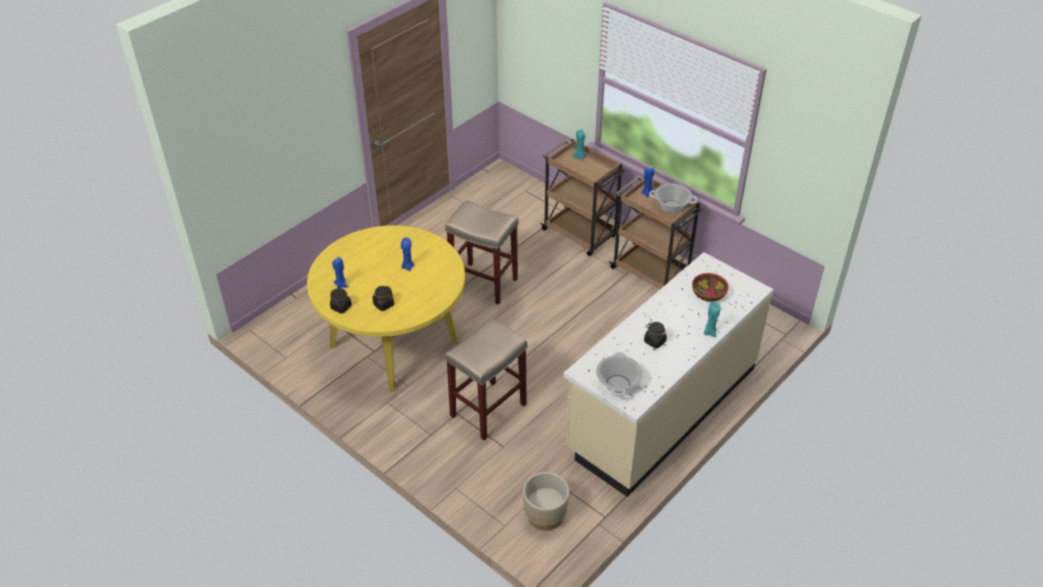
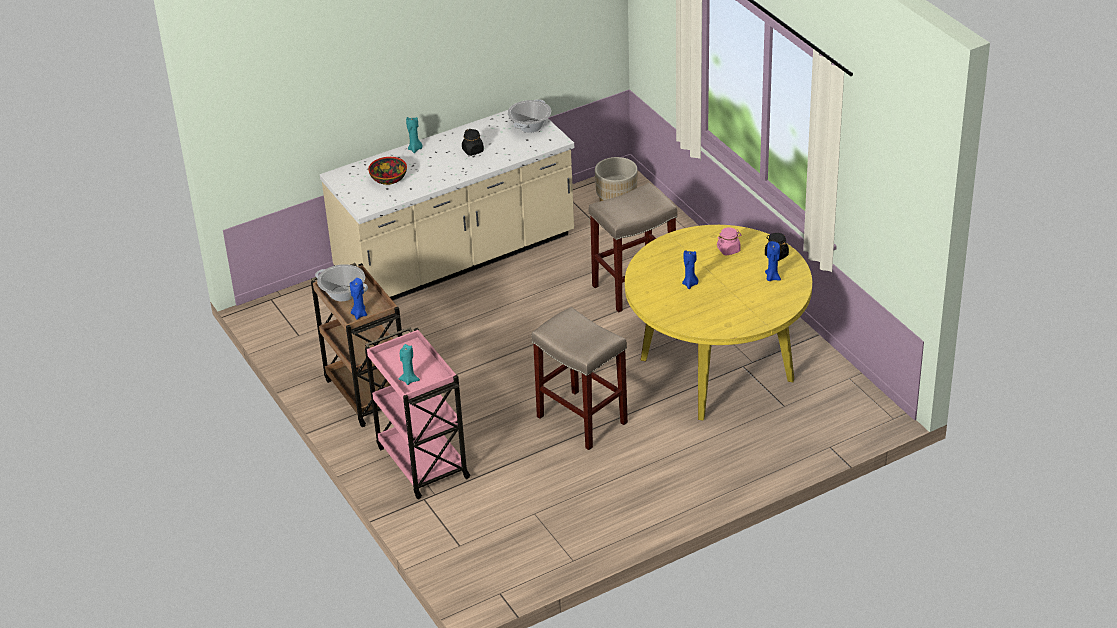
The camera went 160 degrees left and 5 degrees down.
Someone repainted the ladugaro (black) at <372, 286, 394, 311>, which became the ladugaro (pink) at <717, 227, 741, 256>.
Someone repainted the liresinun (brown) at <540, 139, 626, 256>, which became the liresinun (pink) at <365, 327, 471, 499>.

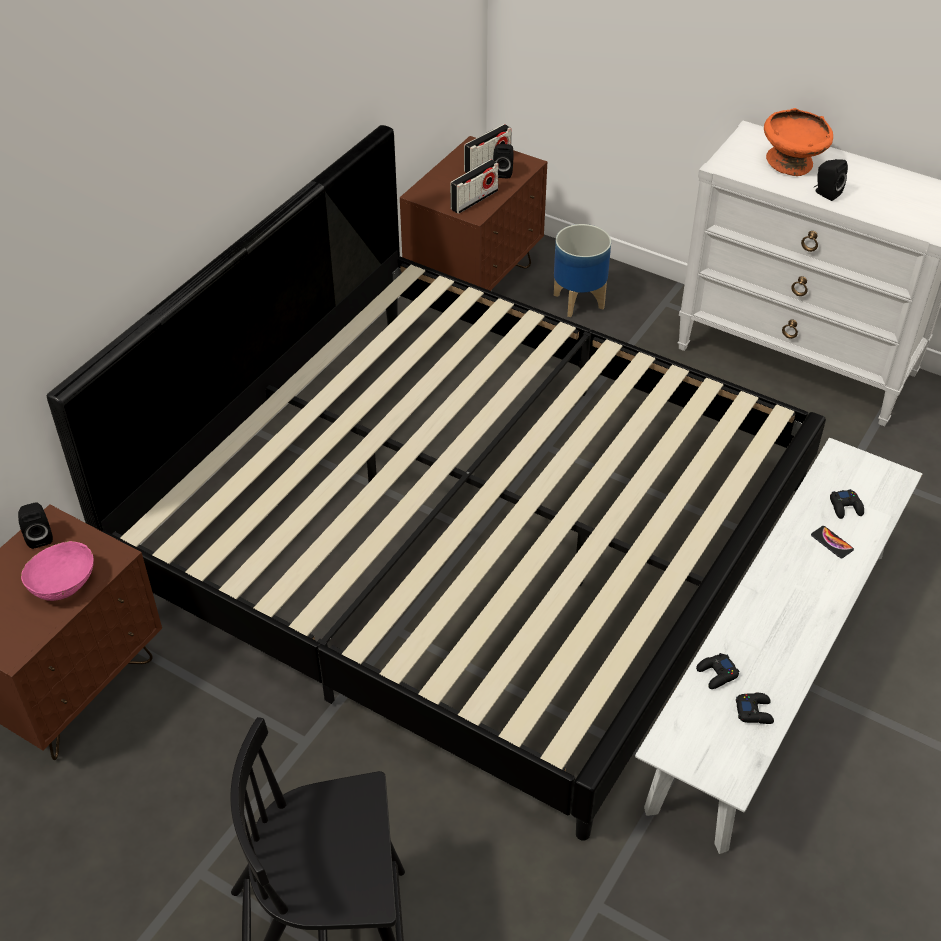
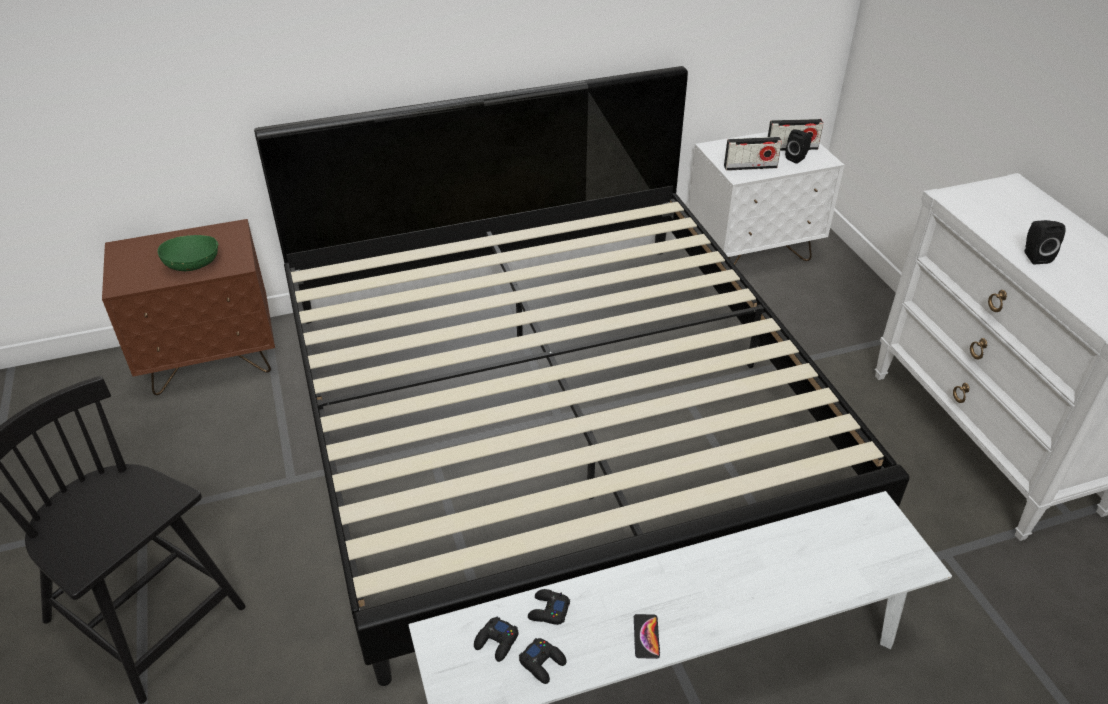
The camera went 40 degrees right and 5 degrees down.
Someone took away the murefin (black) at <18, 502, 53, 549>.
Someone repainted the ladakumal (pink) at <21, 541, 94, 601>, which became the ladakumal (green) at <158, 235, 219, 271>.
Someone repainted the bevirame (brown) at <400, 136, 547, 291>, which became the bevirame (white) at <688, 132, 844, 265>.
Someone took away the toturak at <554, 224, 611, 317>.
Someone took away the ladakumal (orange) at <764, 108, 833, 176>.
Someone carried the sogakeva from <811, 526, 854, 558> to <634, 614, 660, 659>.
Someone carried the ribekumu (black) from <830, 489, 864, 519> to <474, 616, 519, 662>.

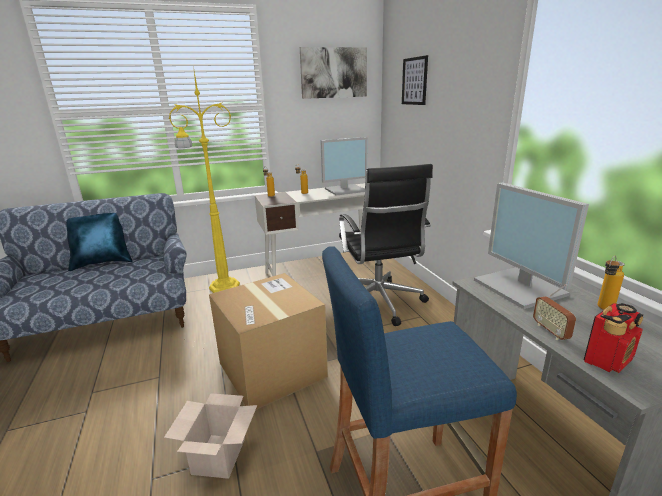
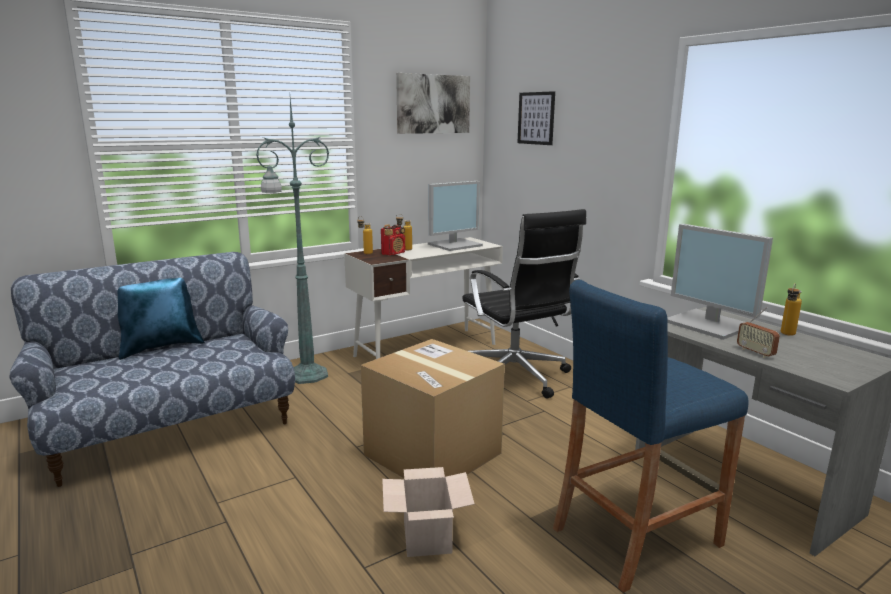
The camera went 15 degrees left and 5 degrees down.
Someone repainted the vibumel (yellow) at <169, 66, 240, 293>, which became the vibumel (green) at <256, 98, 329, 384>.
Someone carried the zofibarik from <584, 303, 643, 373> to <381, 224, 405, 255>.

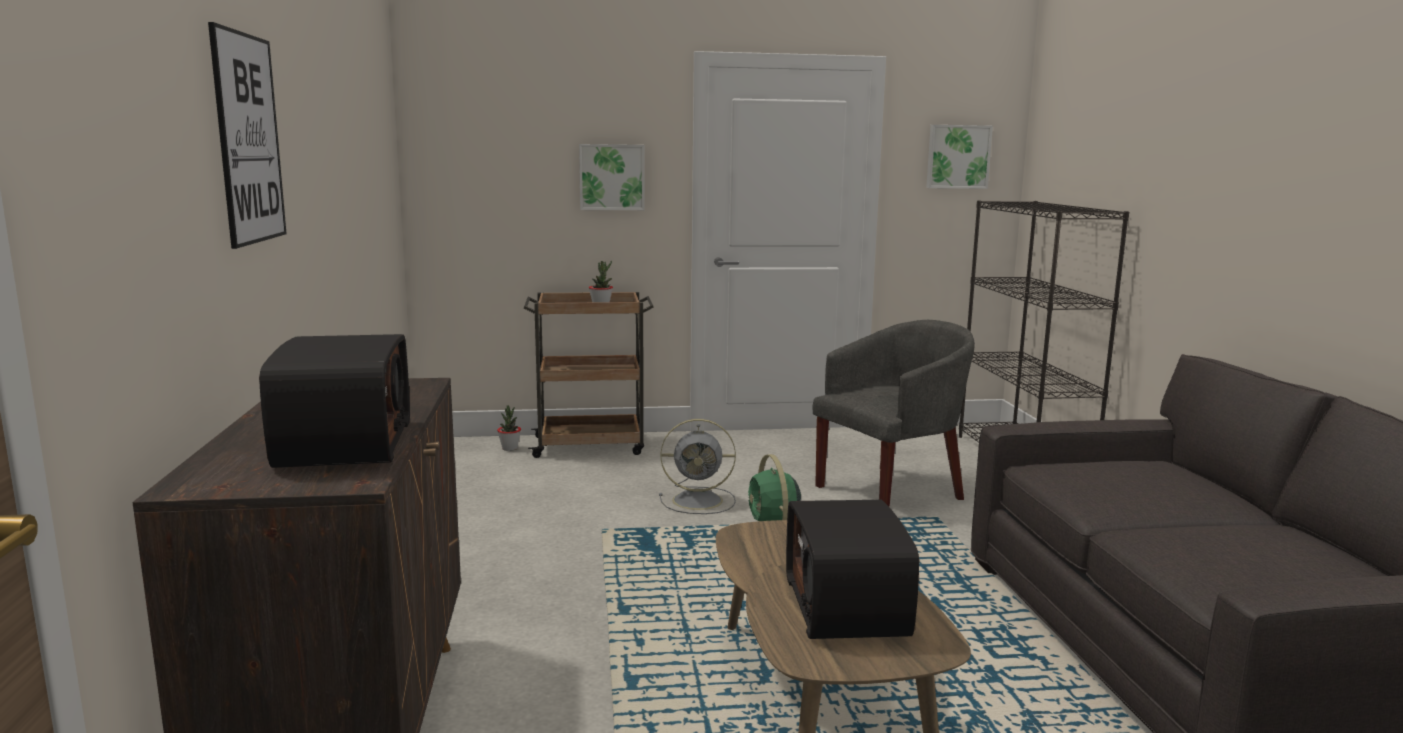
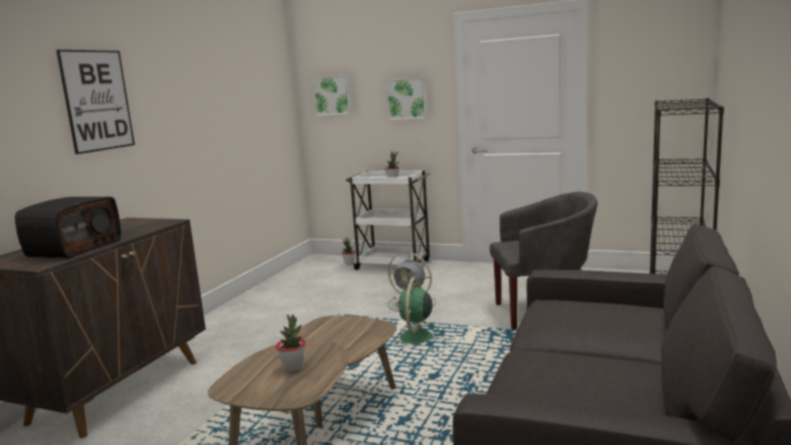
The camera went 30 degrees right and 0 degrees up.
Someone repainted the liresinun (brown) at <524, 292, 654, 458>, which became the liresinun (white) at <346, 170, 430, 270>.
Someone swapped the zofibarik at <786, 500, 920, 639> for the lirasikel at <276, 314, 305, 371>.
Someone carried the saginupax from <926, 125, 993, 189> to <312, 74, 352, 116>.

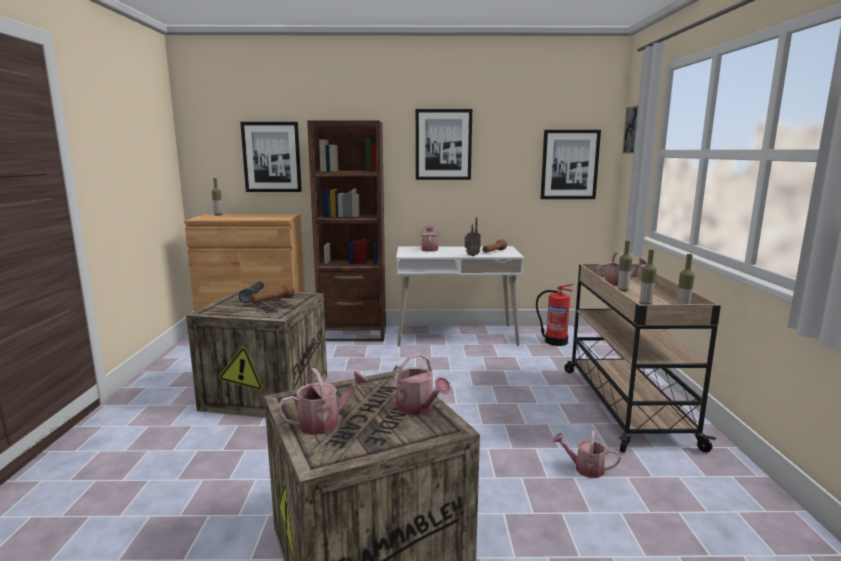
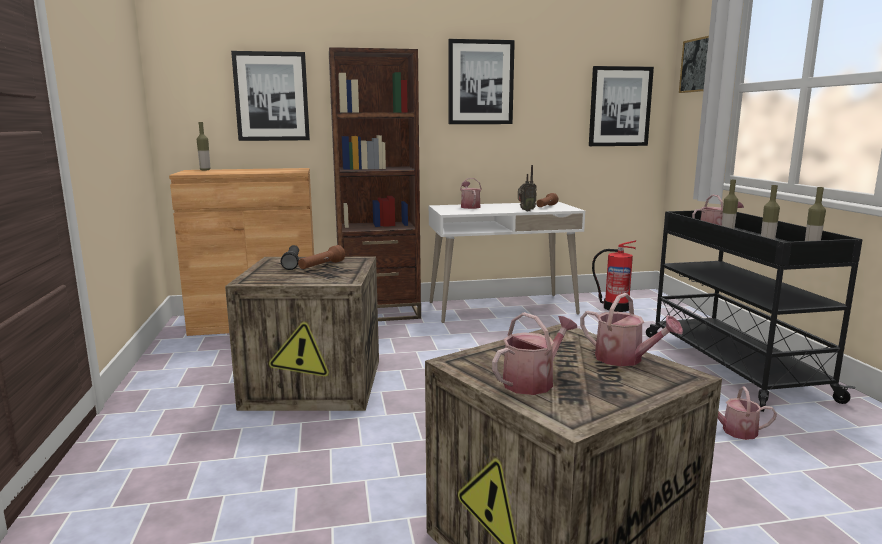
The camera went 10 degrees left and 0 degrees up.
Someone repainted the liresinun (beige) at <564, 264, 721, 453>, which became the liresinun (black) at <646, 211, 862, 412>.

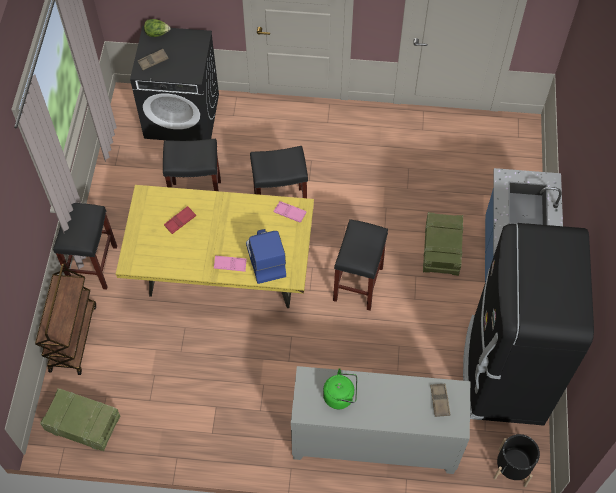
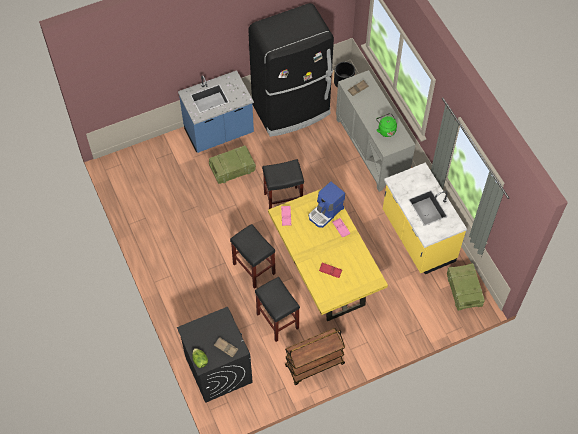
The camera went 120 degrees left and 0 degrees up.
Someone carried the liresinun (brown) from <35, 263, 96, 375> to <285, 328, 345, 385>.
Someone took away the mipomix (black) at <53, 203, 117, 290>.
Someone put down the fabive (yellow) at <383, 162, 467, 274>.

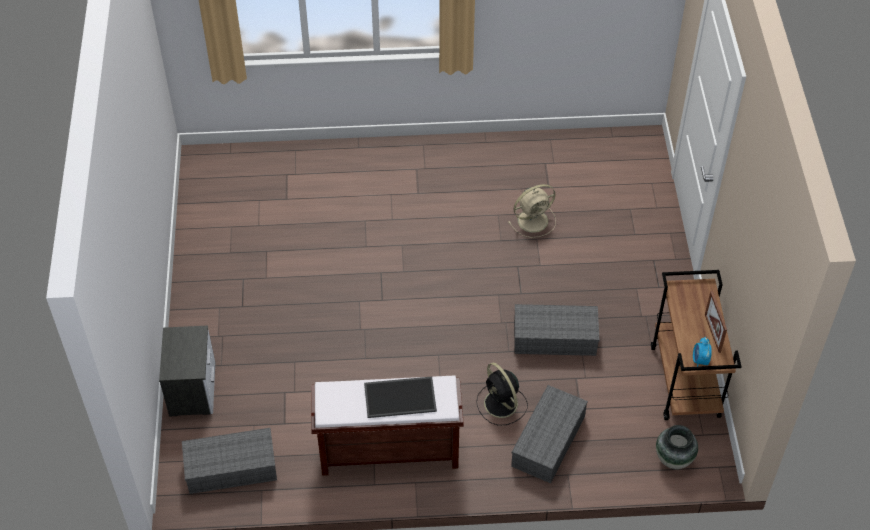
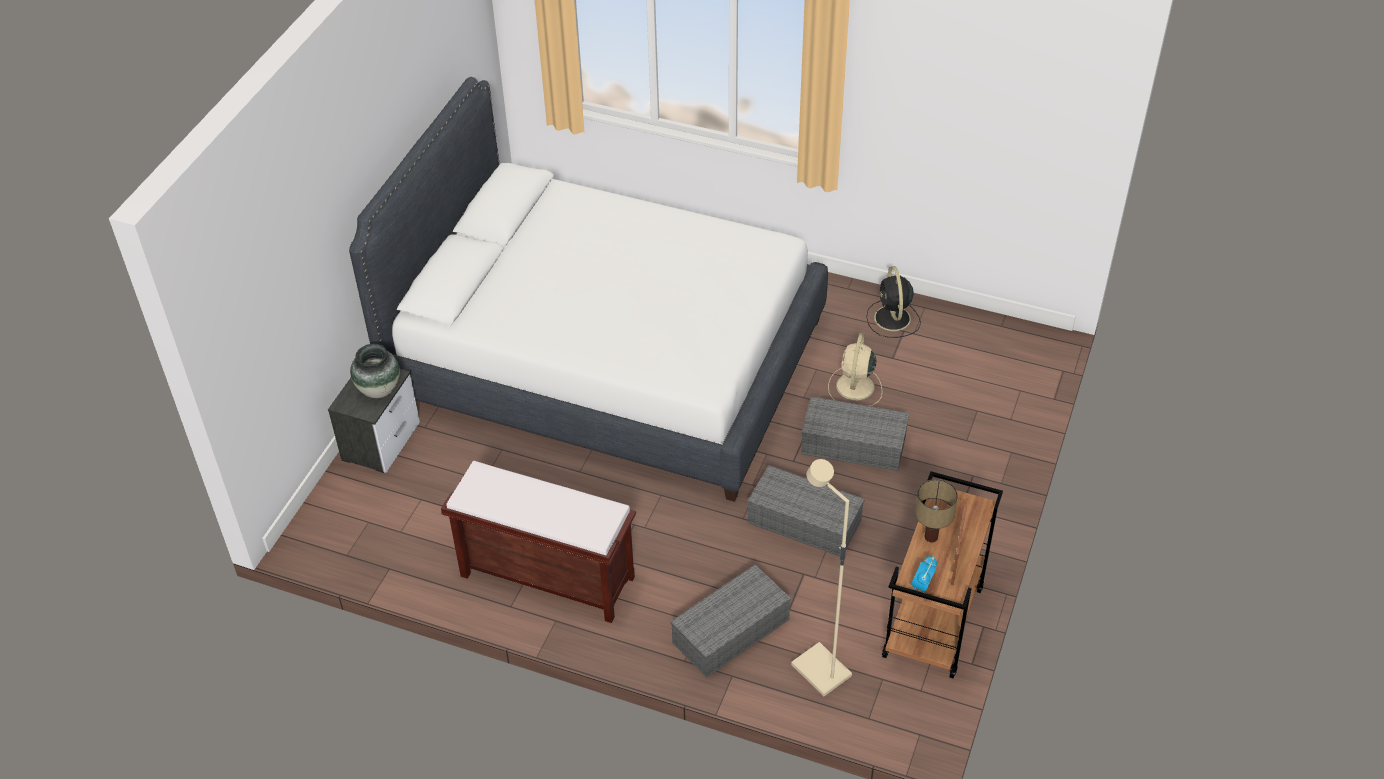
The camera went 25 degrees right and 5 degrees down.
Someone carried the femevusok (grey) from <182, 428, 277, 494> to <801, 396, 909, 471>.
Someone took away the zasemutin at <364, 377, 437, 418>.
Someone carried the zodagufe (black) from <476, 363, 528, 426> to <866, 266, 921, 338>.
Someone rotated the zodagufe (beige) at <508, 184, 556, 238> by 105 degrees clockwise.
Someone carried the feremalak from <656, 425, 698, 469> to <350, 344, 400, 398>.
Someone put down the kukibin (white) at <349, 77, 828, 502>.
Someone put down the vibumel (beige) at <791, 459, 852, 696>.
Someone put down the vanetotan at <915, 479, 958, 542>.

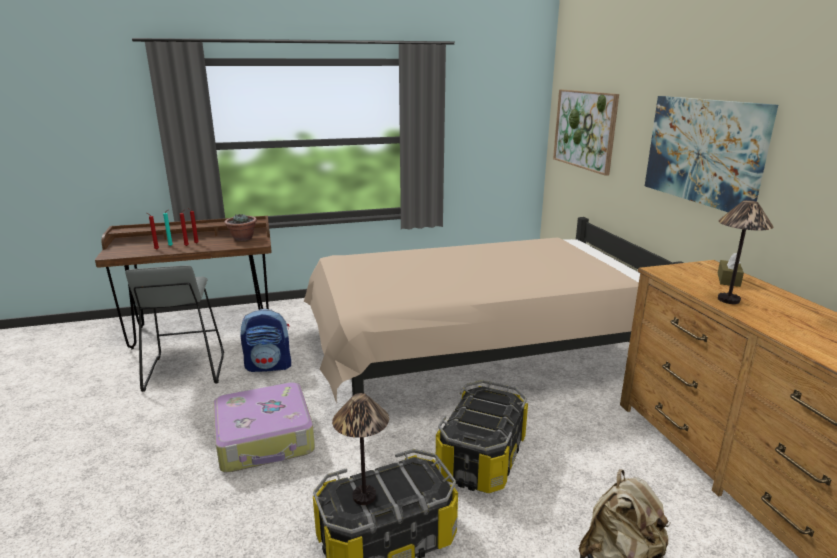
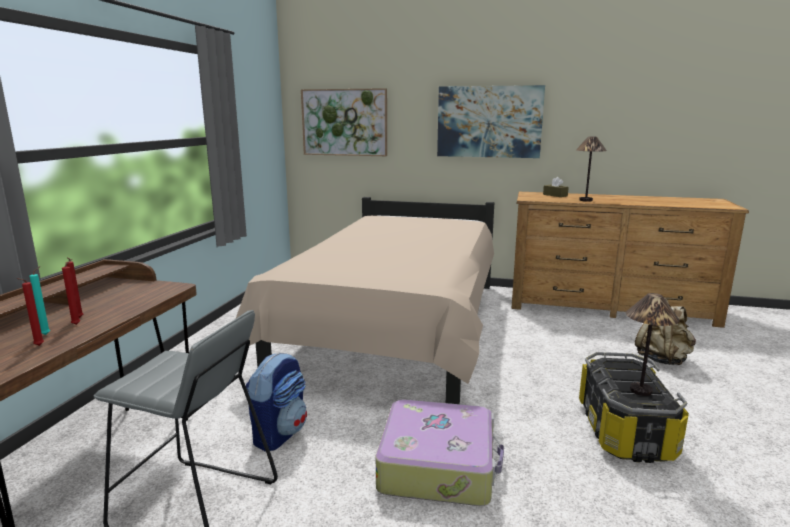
The camera went 60 degrees left and 5 degrees down.
Someone took away the lirasikel at <224, 214, 257, 241>.
Someone took away the femevusok at <436, 380, 528, 493>.

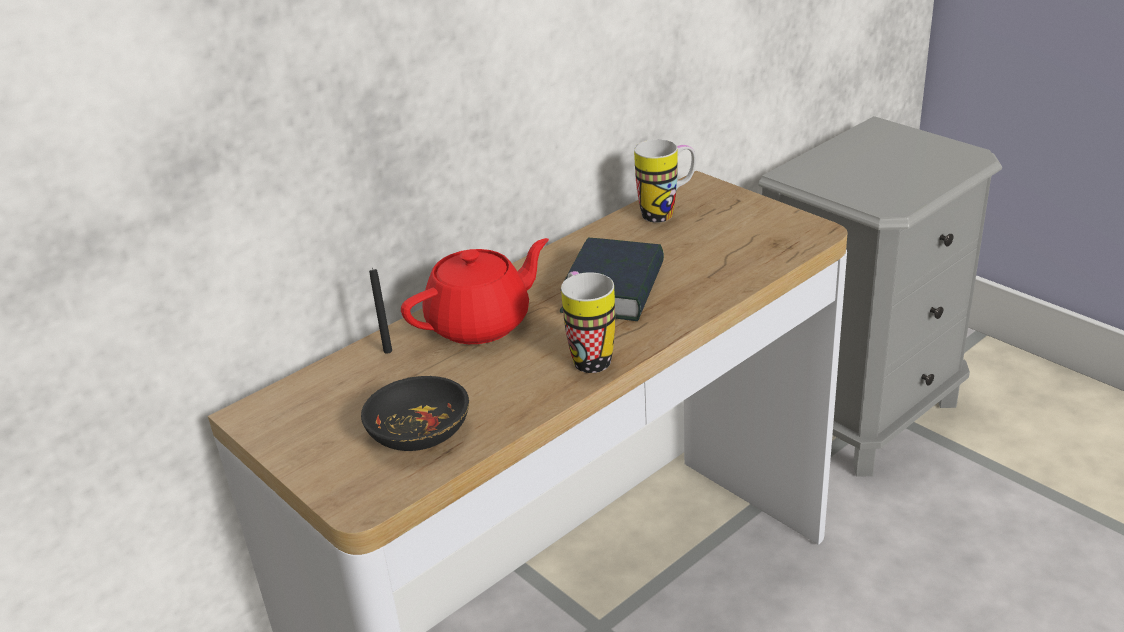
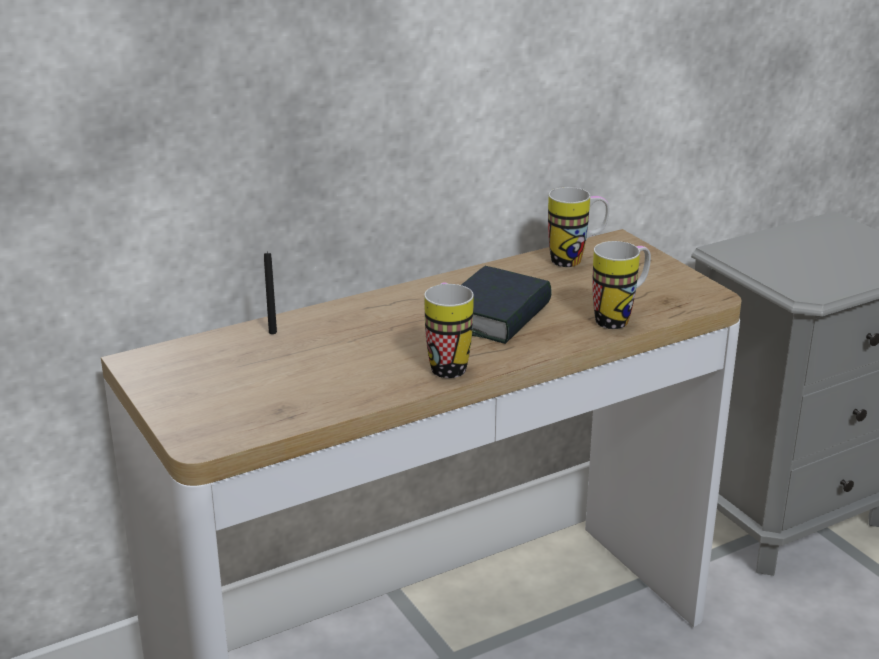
The camera went 10 degrees right and 5 degrees down.
Someone took away the ladakumal (black) at <361, 376, 469, 451>.
Someone took away the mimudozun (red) at <401, 238, 549, 344>.
Someone put down the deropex at <592, 241, 651, 329>.

